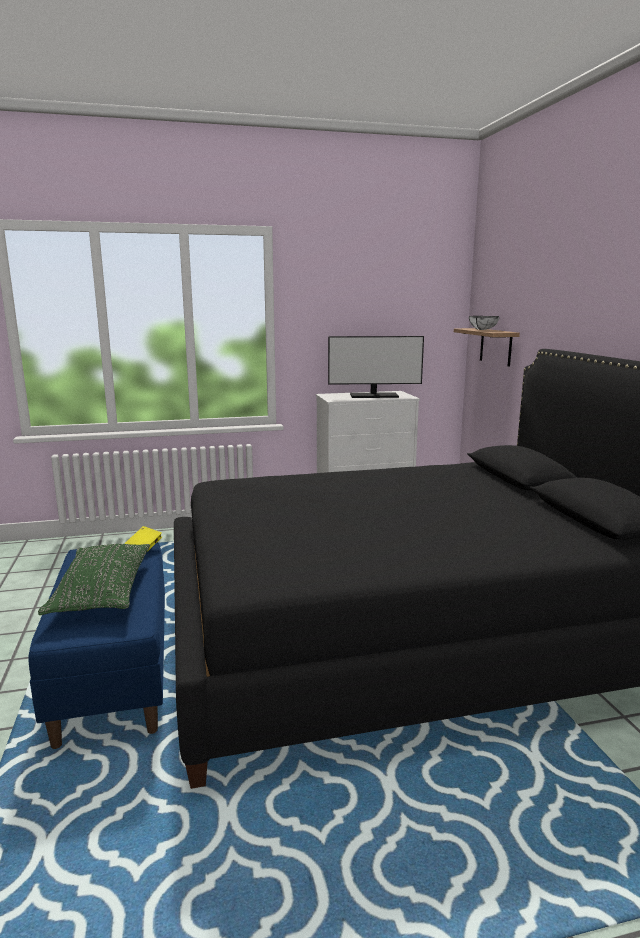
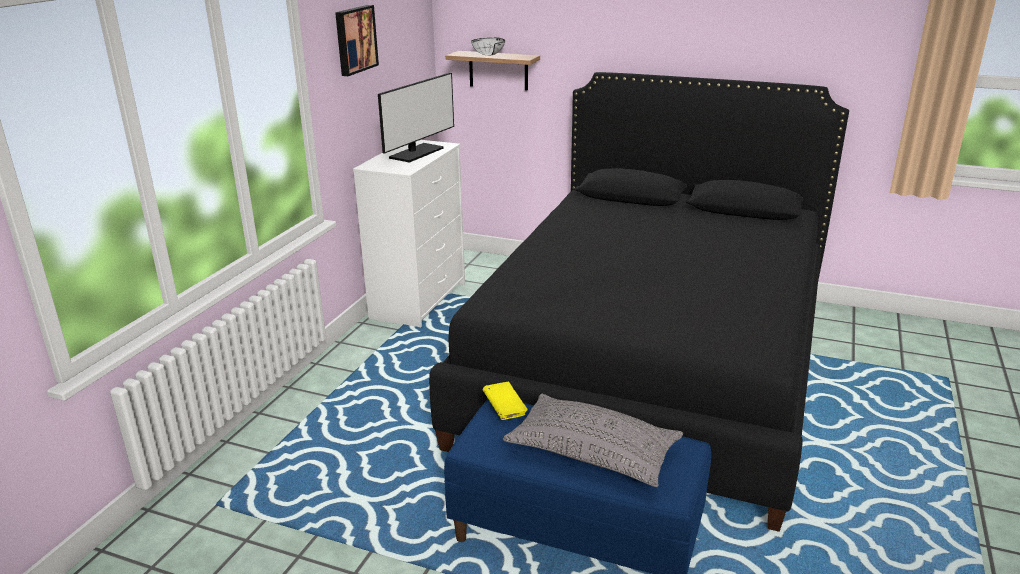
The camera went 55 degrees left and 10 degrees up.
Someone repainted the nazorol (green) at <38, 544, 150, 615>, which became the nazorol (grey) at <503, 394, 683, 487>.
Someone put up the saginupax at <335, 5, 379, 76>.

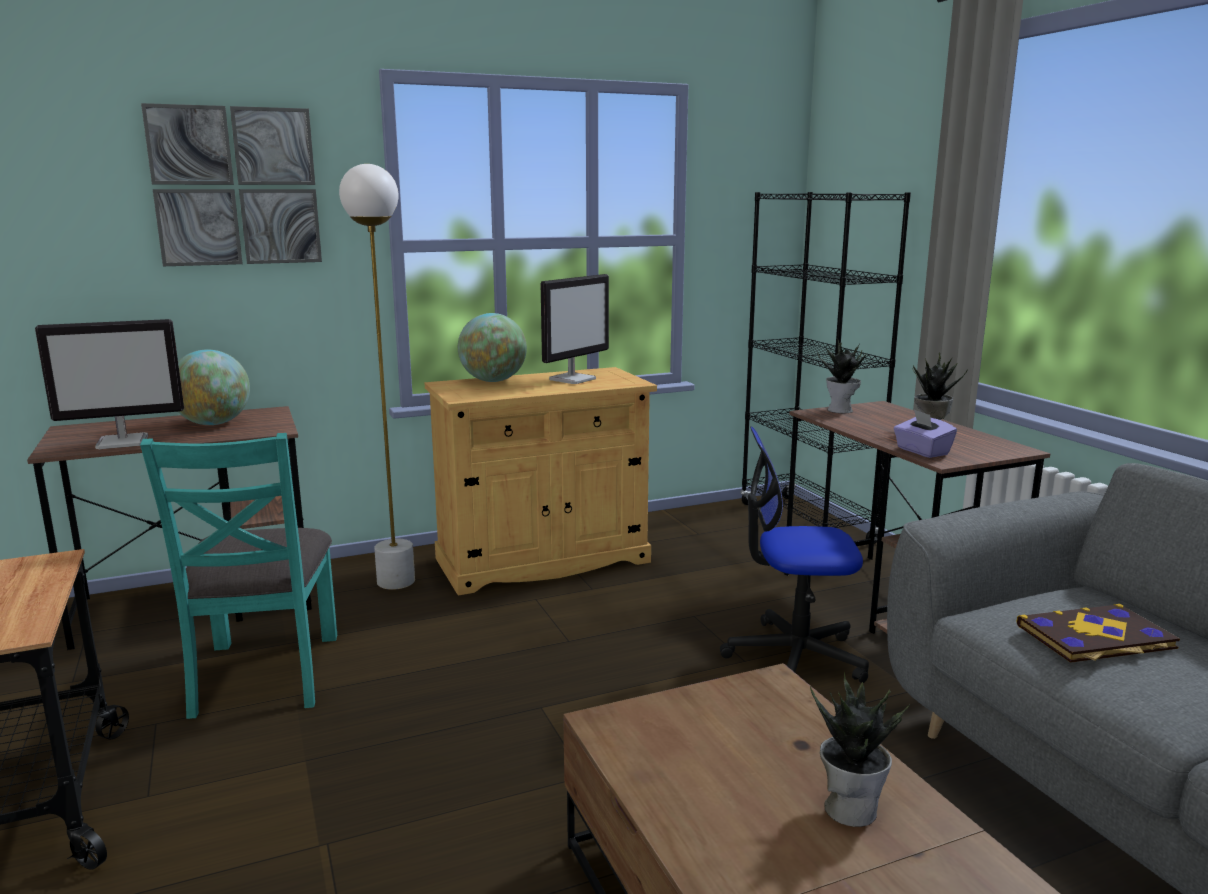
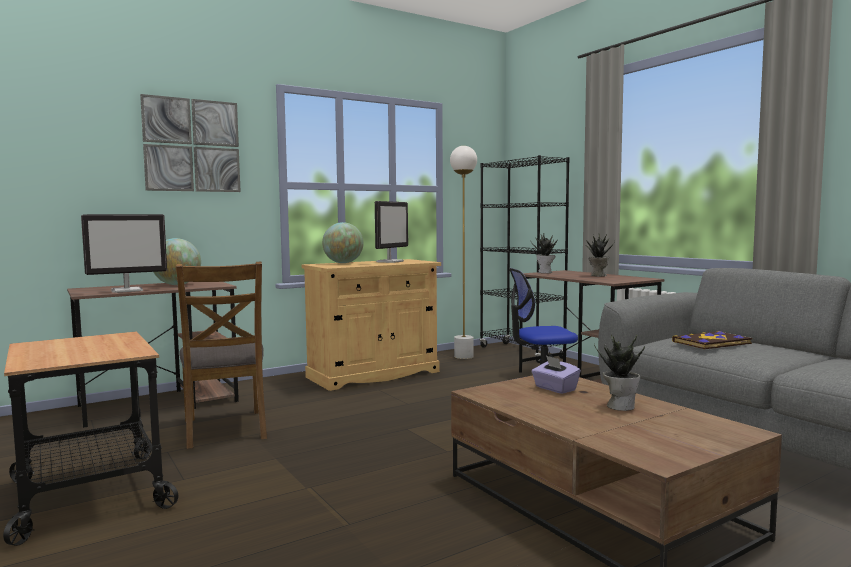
The camera went 10 degrees left and 10 degrees down.
Someone repainted the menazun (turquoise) at <140, 433, 337, 719>, which became the menazun (brown) at <176, 262, 267, 449>.
Someone carried the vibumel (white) from <339, 164, 415, 590> to <450, 146, 477, 359>.
Someone carried the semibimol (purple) from <894, 409, 957, 458> to <532, 355, 581, 394>.

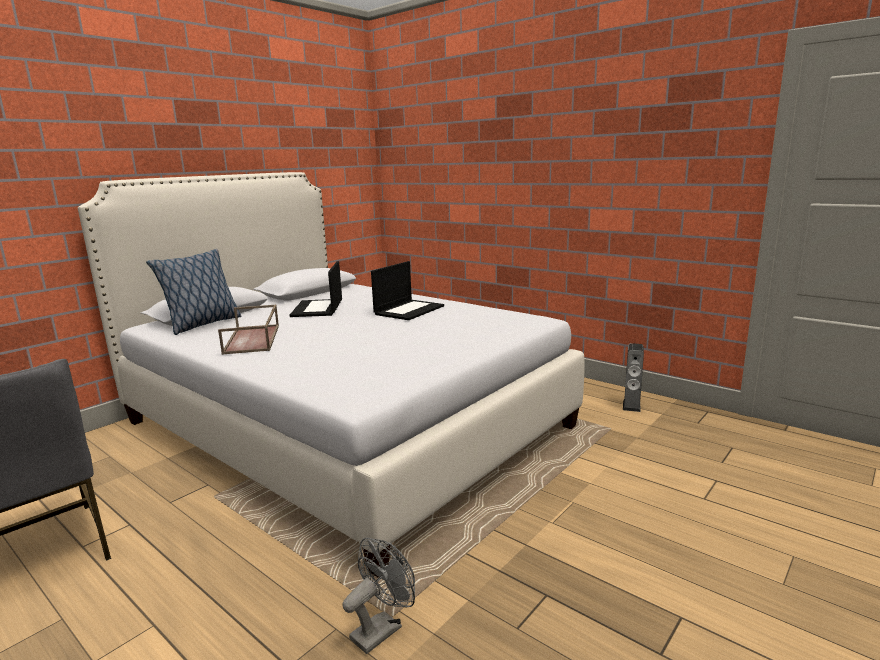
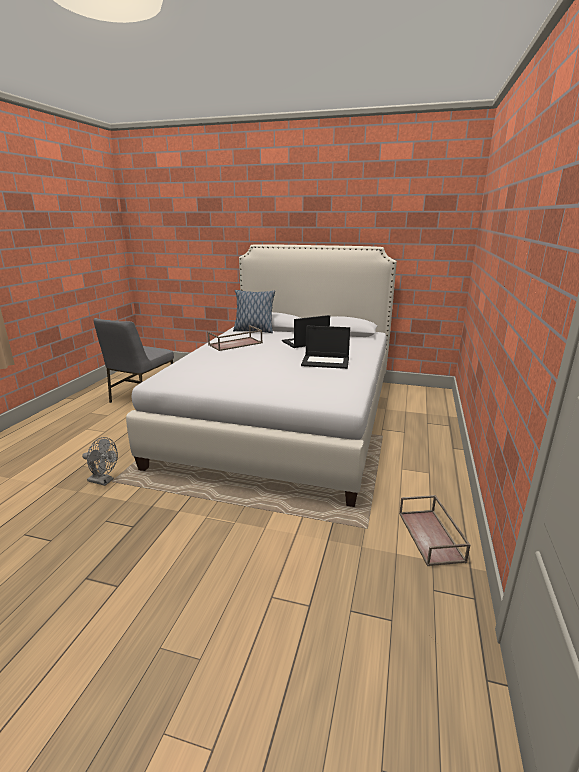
The camera went 65 degrees right and 5 degrees up.
Someone swapped the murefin at <623, 343, 644, 412> for the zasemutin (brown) at <399, 495, 471, 566>.

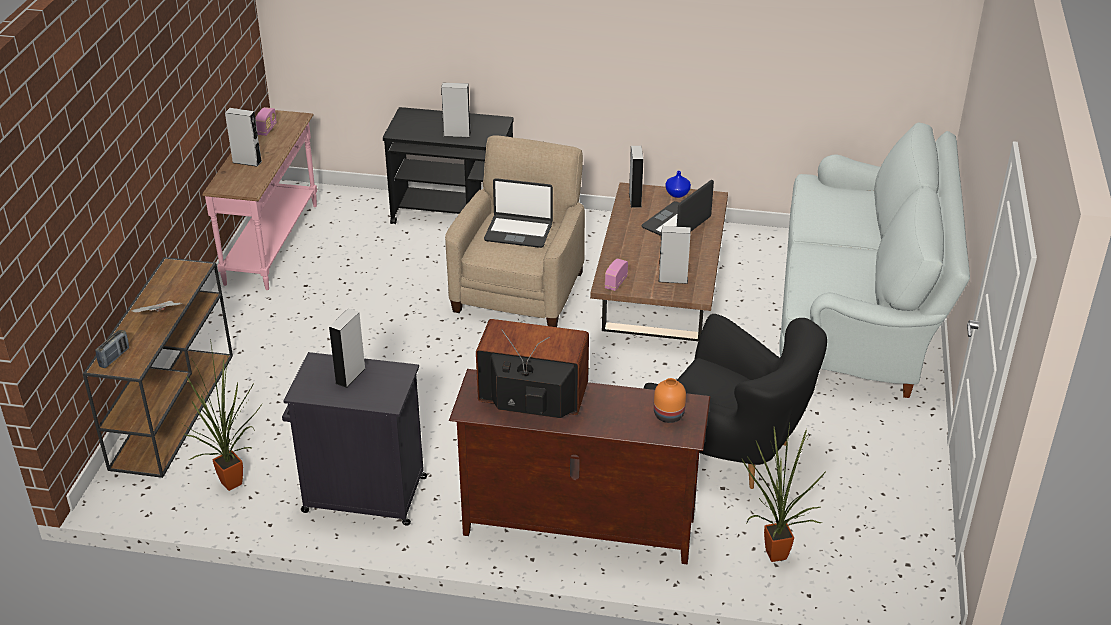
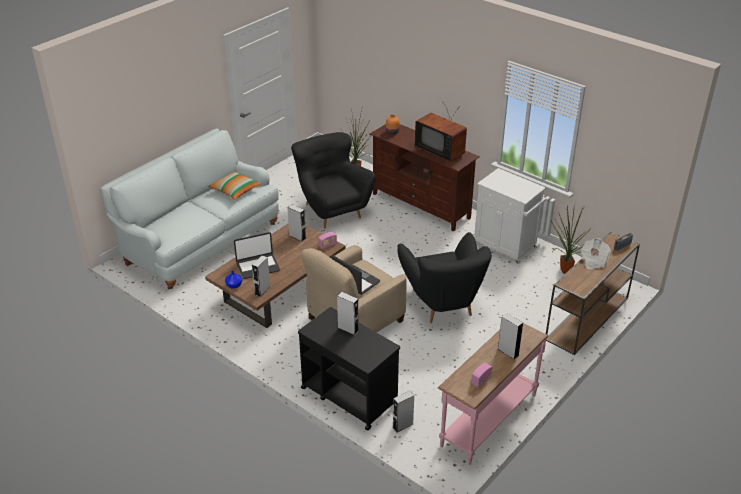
The camera went 150 degrees left and 0 degrees up.
Someone repainted the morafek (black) at <282, 352, 427, 526>, which became the morafek (white) at <474, 168, 546, 264>.
Someone carried the murefin (grey) from <329, 309, 366, 388> to <393, 391, 414, 433>.
Someone put down the nazorol at <208, 171, 261, 200>.
Someone put down the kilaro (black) at <397, 232, 492, 323>.

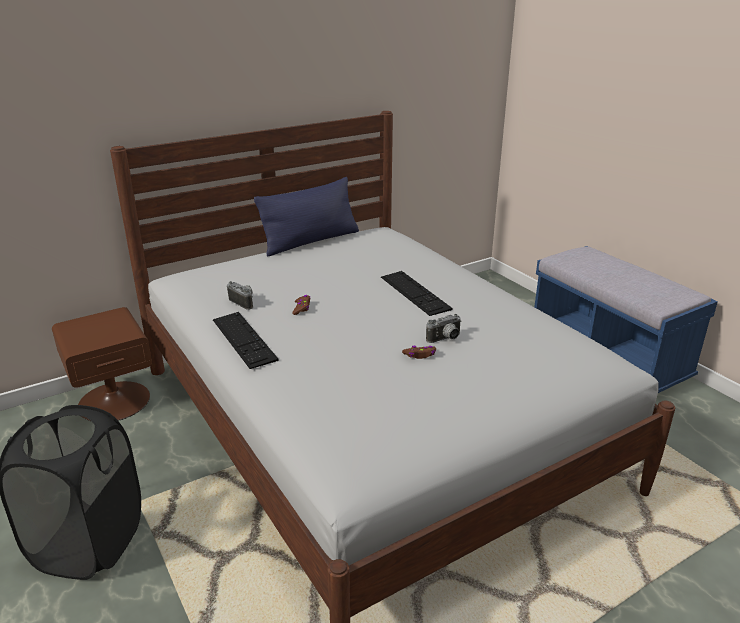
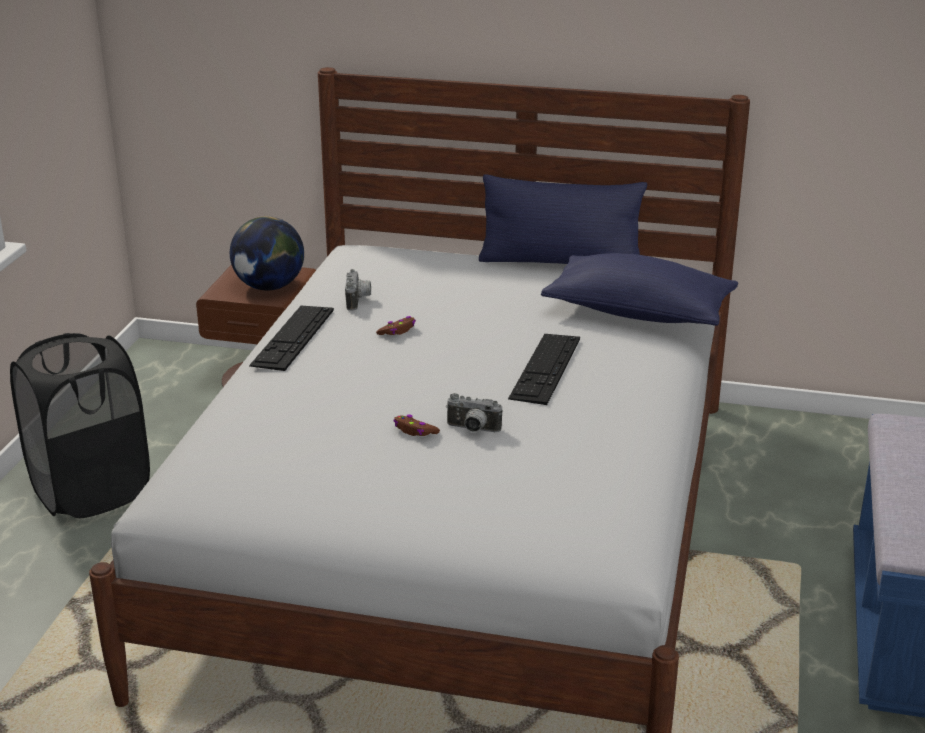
The camera went 45 degrees right and 0 degrees up.
Someone put down the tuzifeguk at <230, 216, 304, 291>.
Someone put down the nazorol (blue) at <541, 253, 738, 326>.

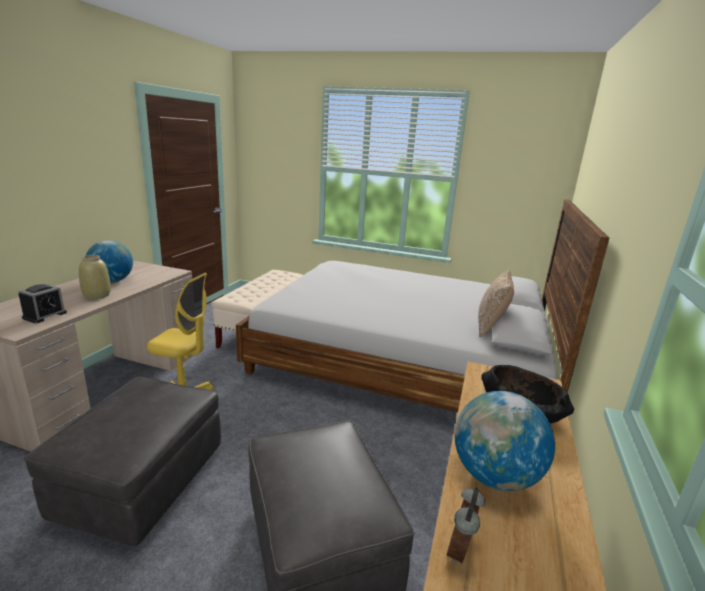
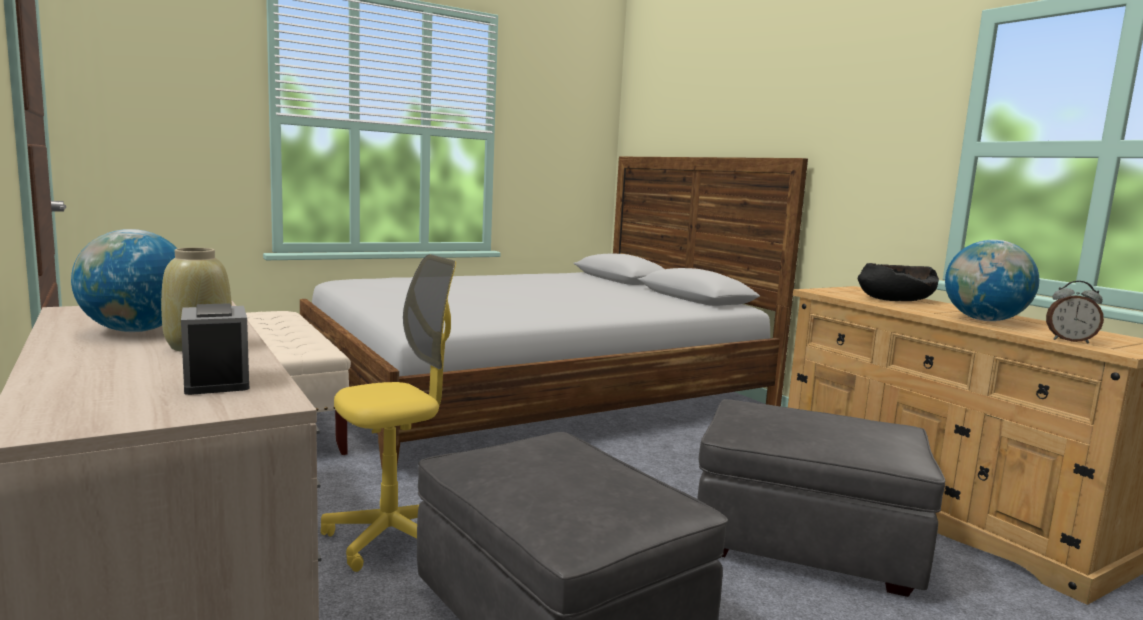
The camera went 50 degrees left and 10 degrees down.
Someone rotated the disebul at <446, 488, 485, 564> by 45 degrees counterclockwise.
Someone took away the nazorol at <478, 270, 514, 337>.

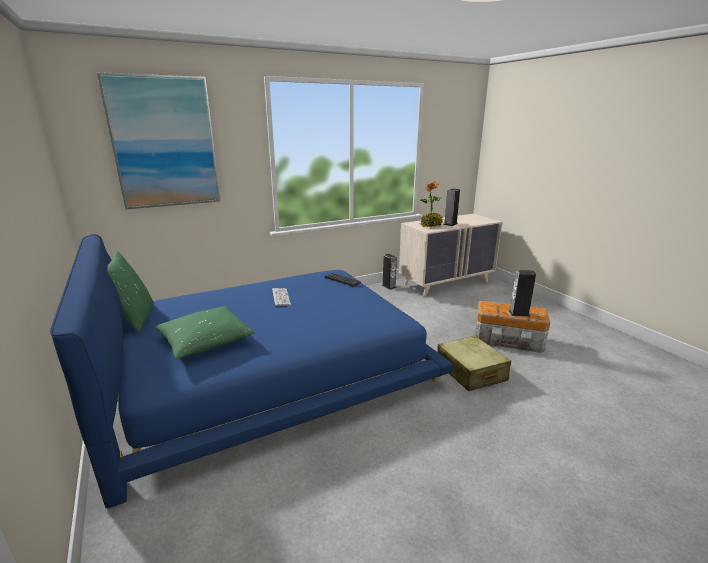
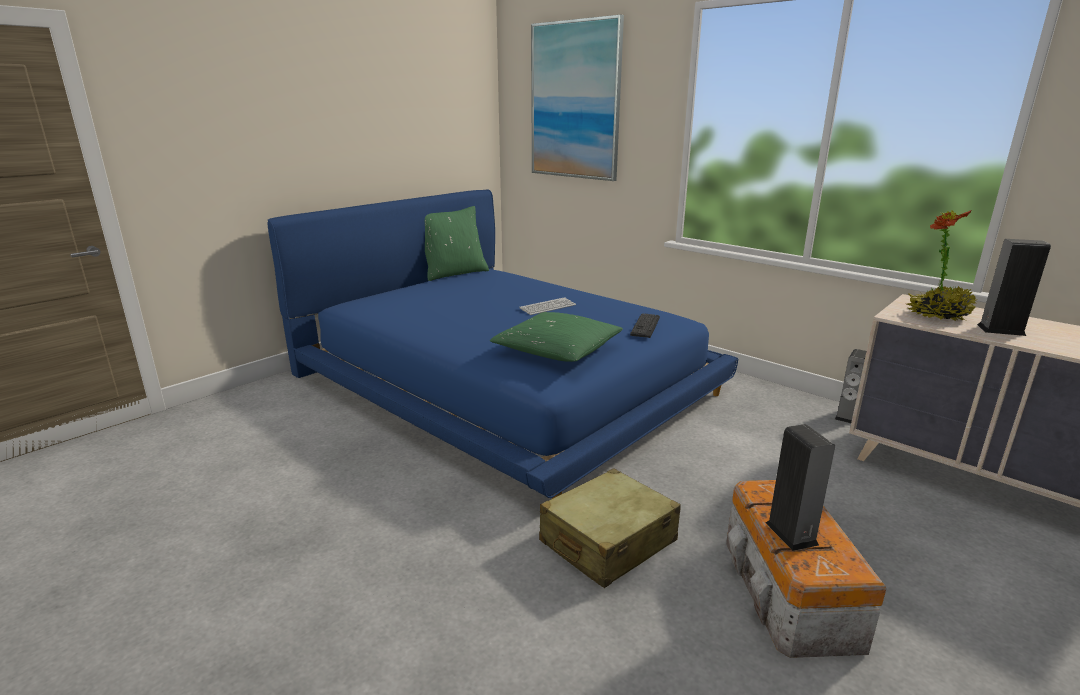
The camera went 70 degrees right and 0 degrees up.
Someone carried the nazorol (green) from <155, 306, 255, 359> to <490, 312, 623, 362>.

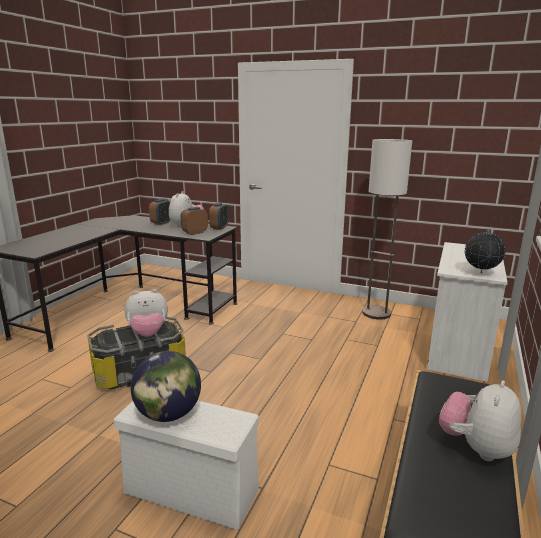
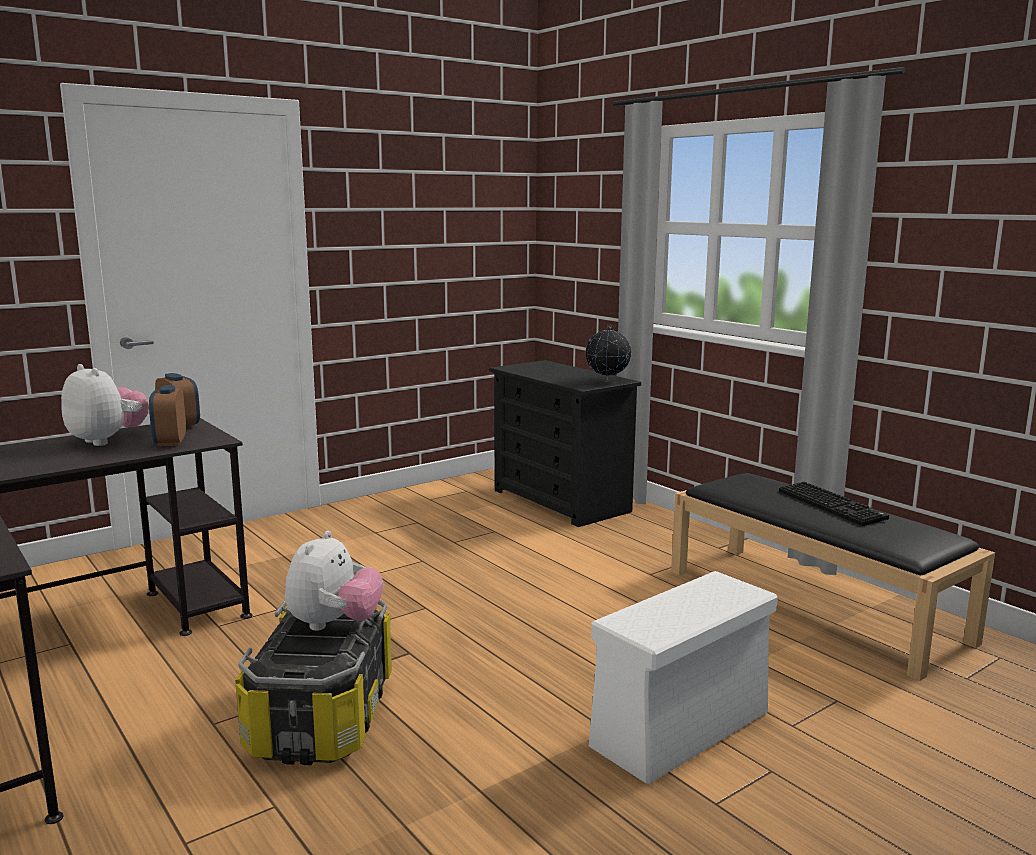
The camera went 60 degrees left and 5 degrees down.
Someone took away the tuzifeguk at <131, 351, 201, 422>.
Someone took away the disebul at <149, 199, 171, 225>.
Someone took away the vibumel at <362, 139, 412, 320>.
Someone repainted the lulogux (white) at <427, 242, 508, 382>, which became the lulogux (black) at <489, 360, 641, 527>.
Someone swapped the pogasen at <439, 380, 521, 461> for the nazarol at <779, 482, 889, 526>.

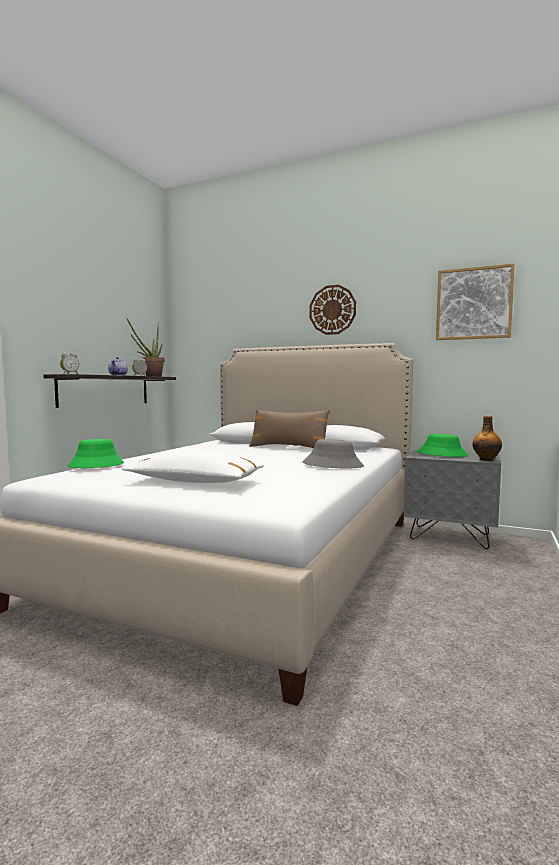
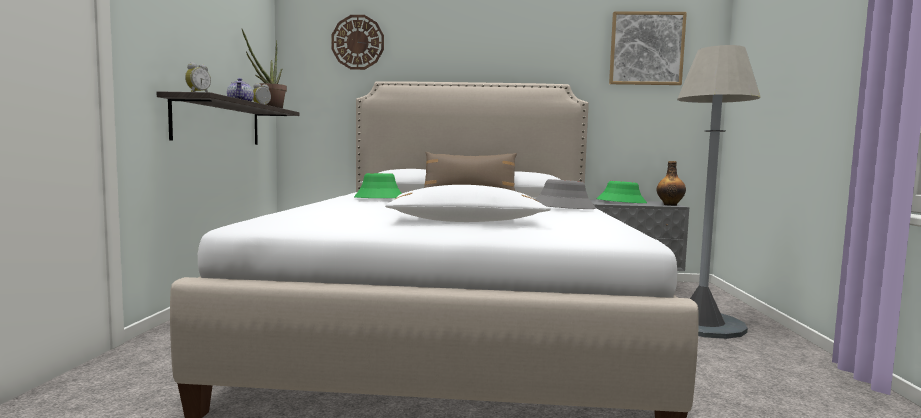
The camera went 20 degrees left and 0 degrees up.
Someone carried the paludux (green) from <68, 439, 124, 468> to <354, 173, 402, 198>.
Someone carried the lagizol from <310, 285, 356, 335> to <331, 15, 384, 70>.
Someone put down the vibumel (grey) at <677, 45, 761, 339>.

